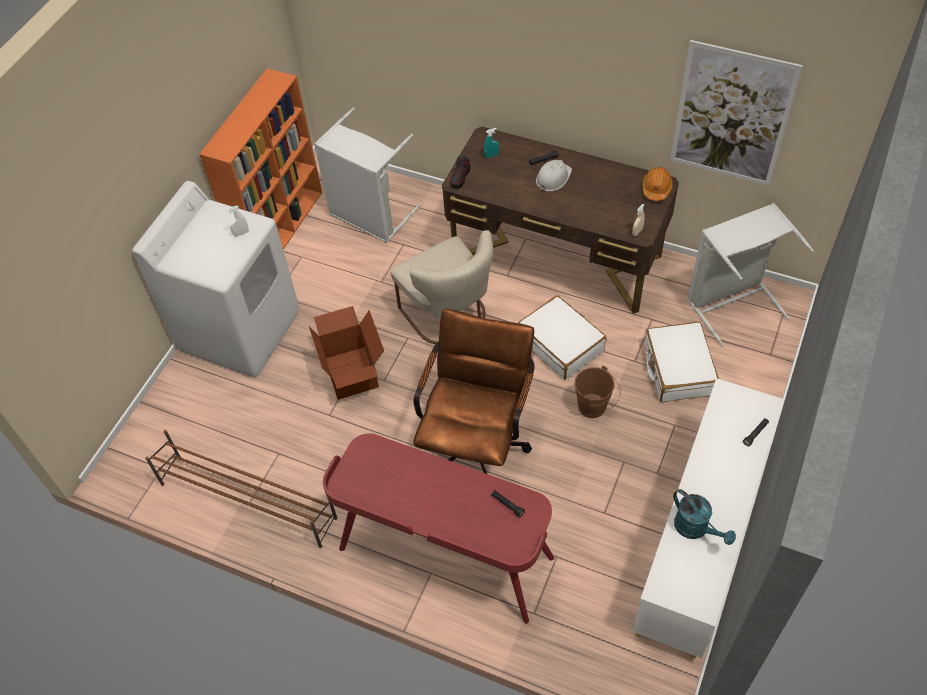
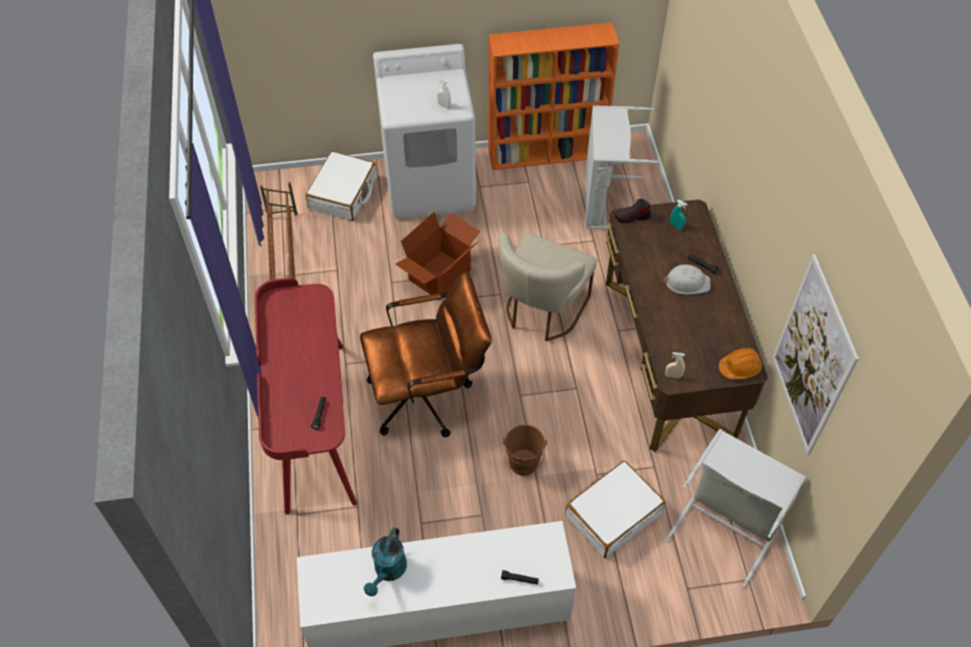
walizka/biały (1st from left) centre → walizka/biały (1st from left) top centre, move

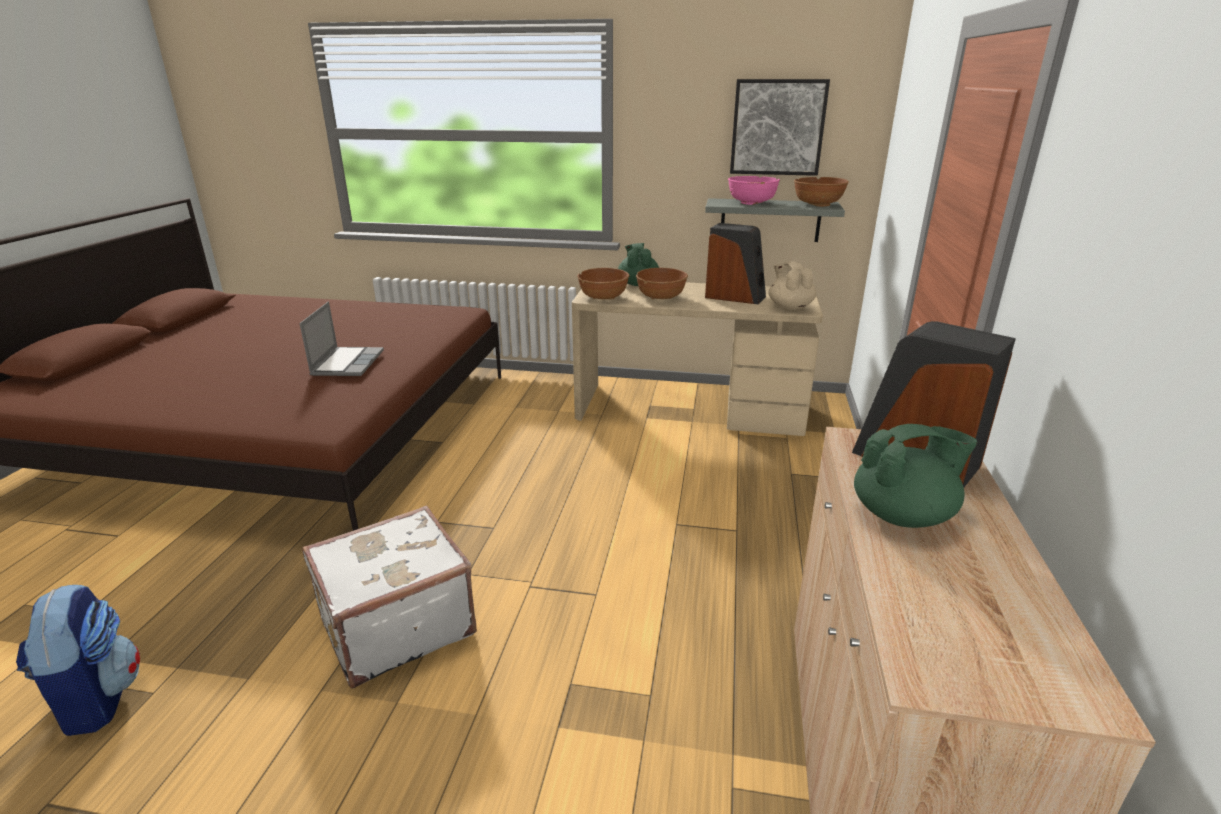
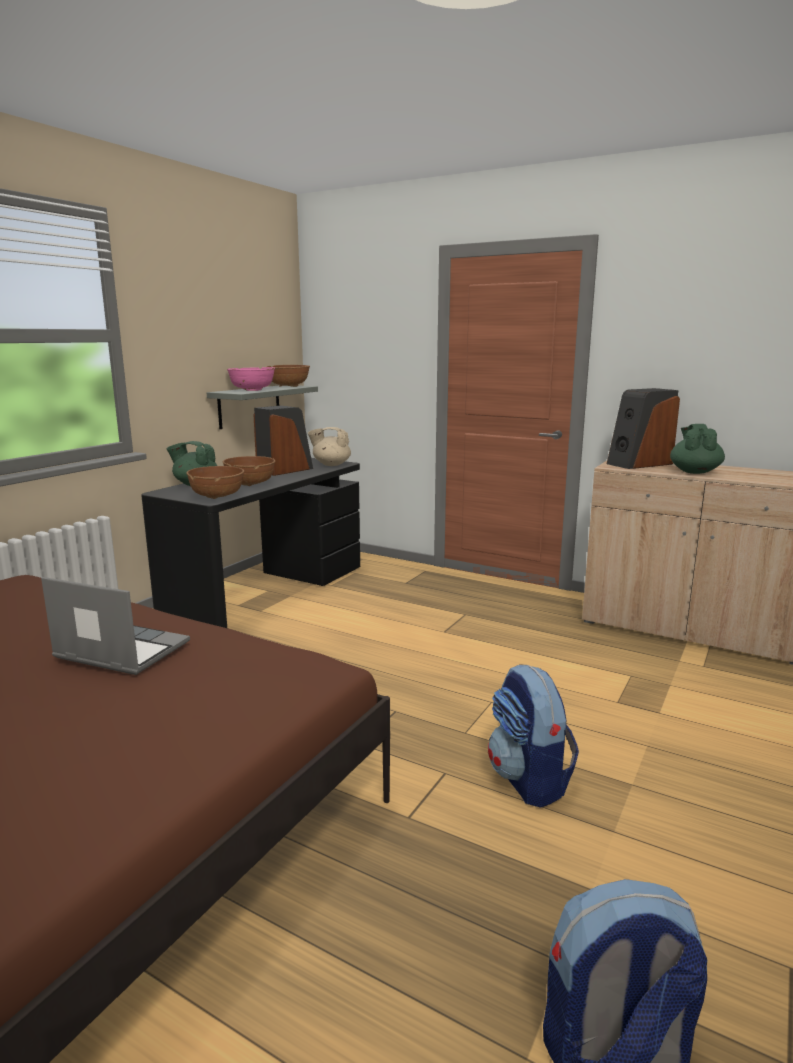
walizka/biały bottom left → plecak (1st from left) bottom right
biurko/beżowy centre → biurko/czarny middle left
obraz top centre → -

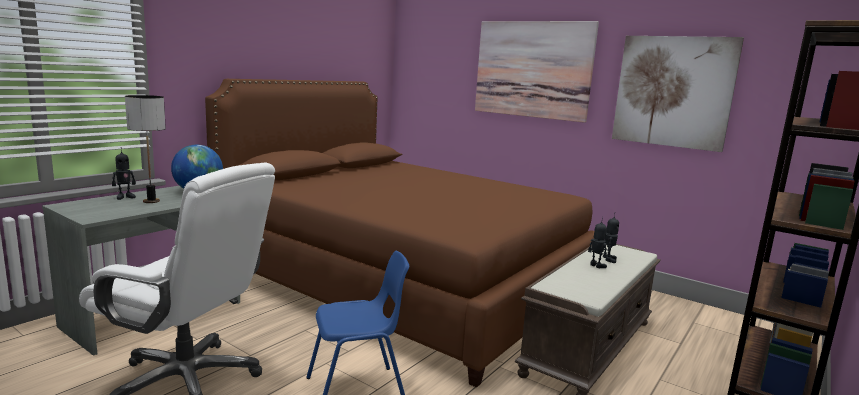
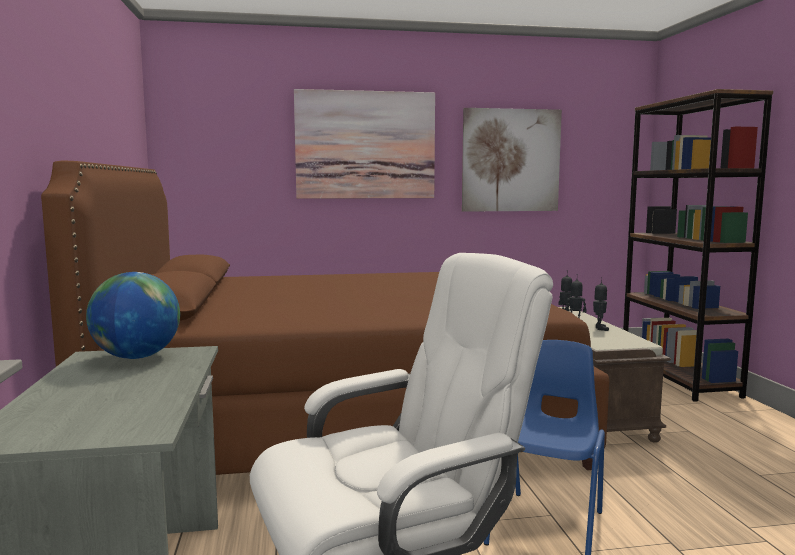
robot zabawkowy (1st from left in the first image) middle left → robot zabawkowy (3rd from left) middle right, move
lampa stołowa middle left → -

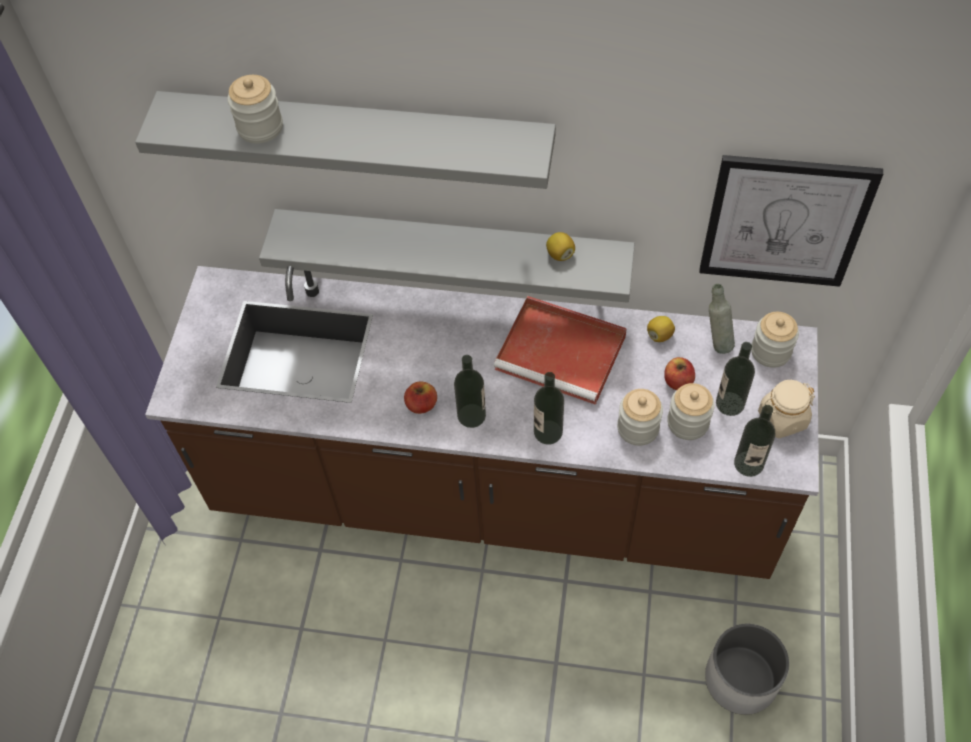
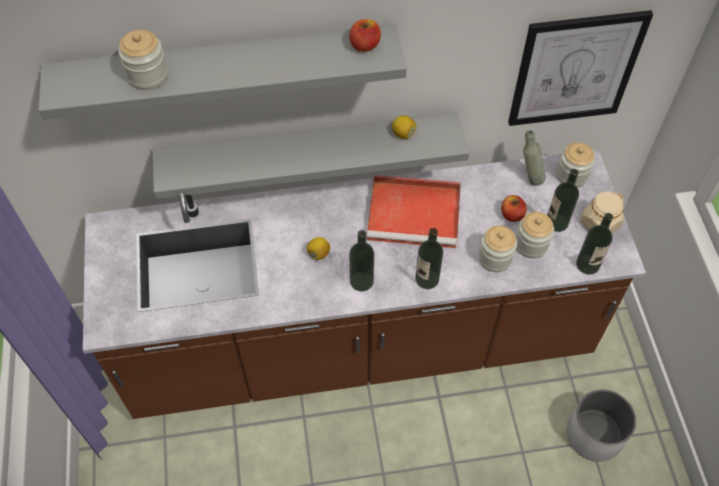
jabłko (1st from left) centre → jabłko (1st from left) top centre, move
cytryna (2nd from left in the first image) middle right → cytryna (1st from left) centre, move

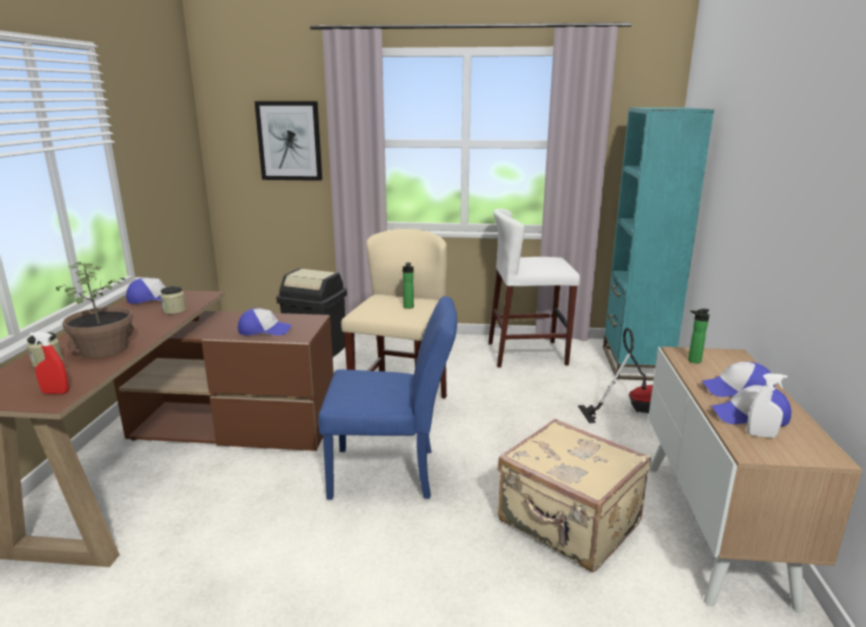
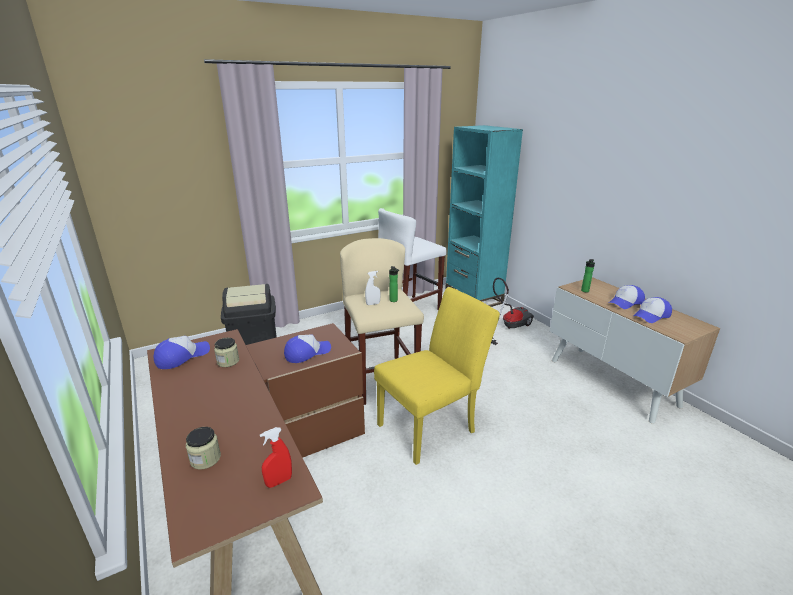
roślina doniczkowa middle left → -
obraz top left → -
krzesło/niebieski centre → krzesło/żółty centre
walizka/beżowy bottom centre → -
spryskiwacz/biały middle right → spryskiwacz/biały centre, move

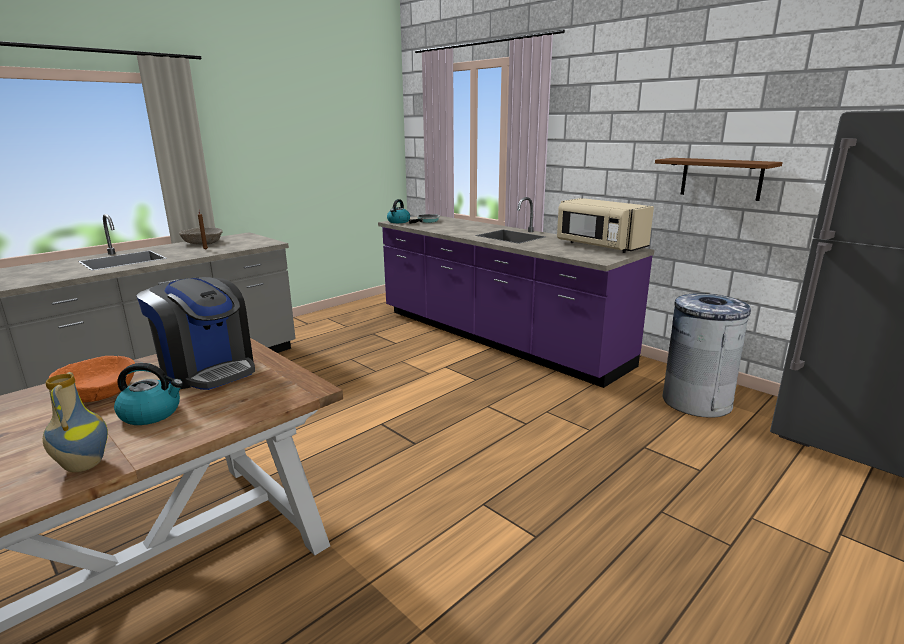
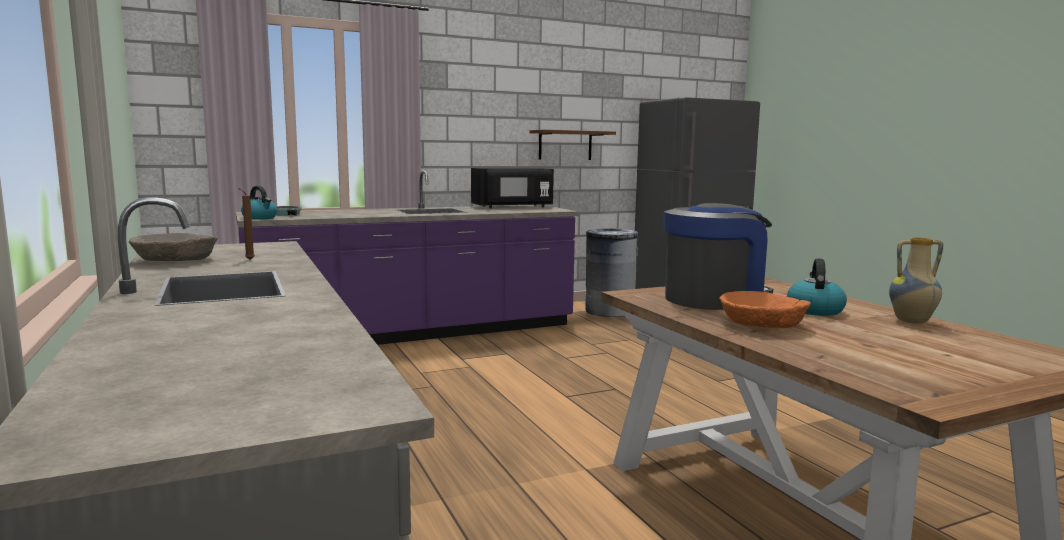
mikrofalówka/beżowy middle right → mikrofalówka/czarny centre

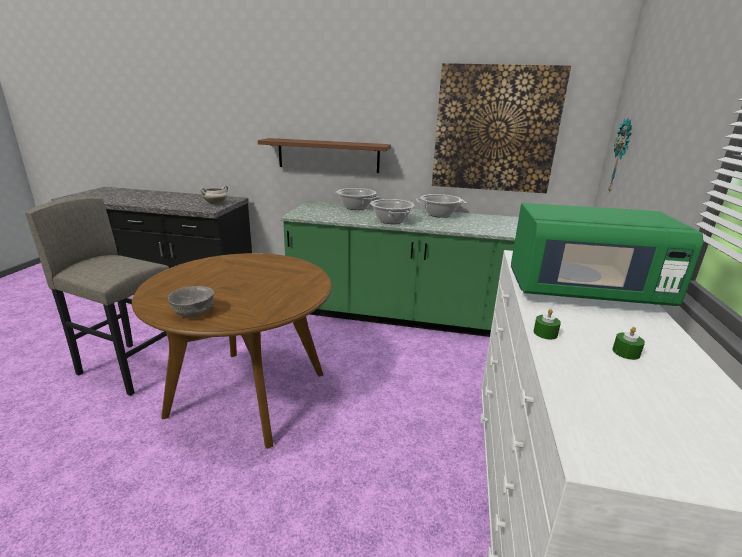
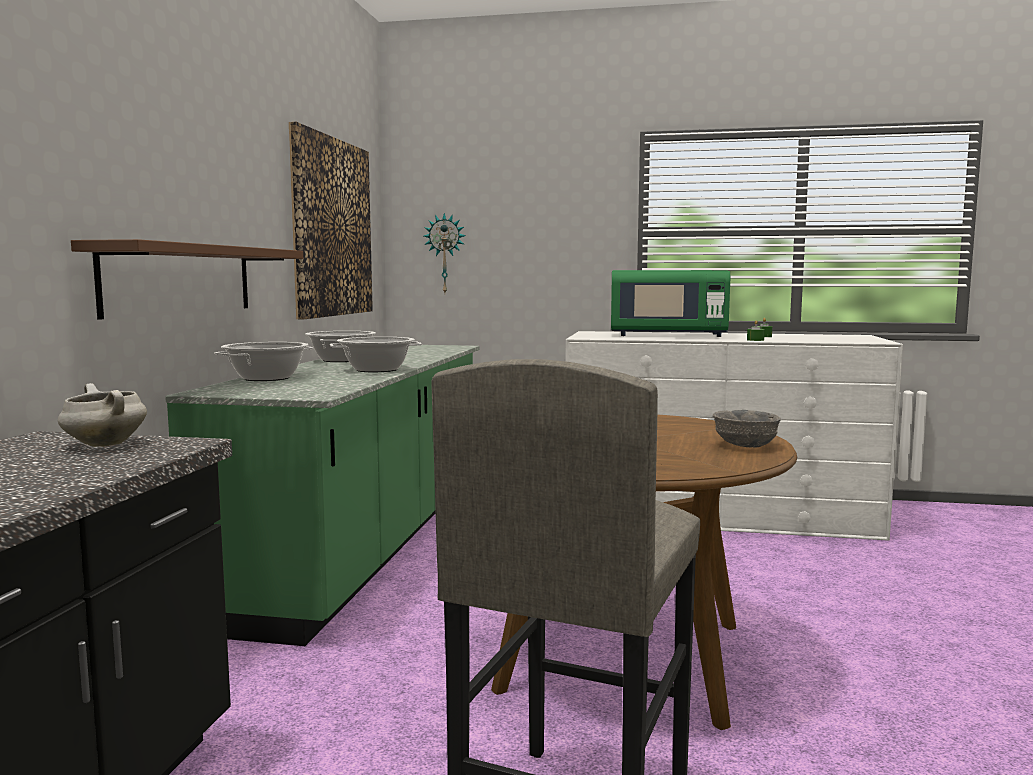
mikrofalówka/zielony middle right → mikrofalówka/zielony centre, 90 degrees clockwise

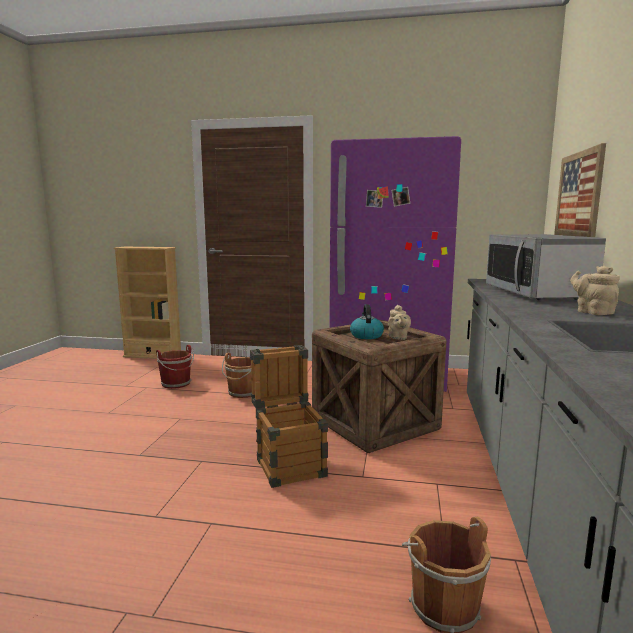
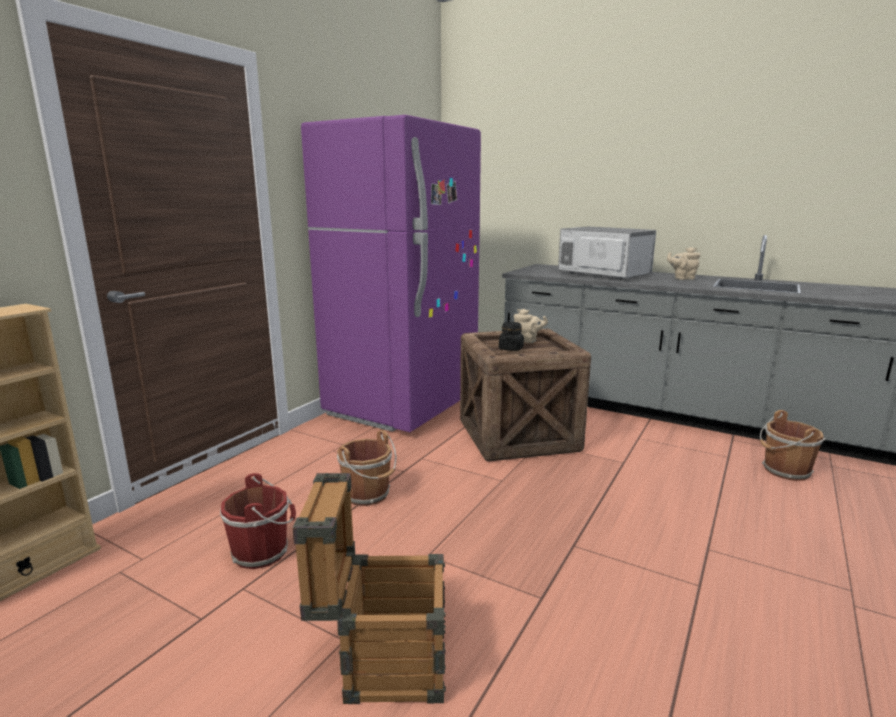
skrzynka (1st from left) centre → skrzynka (1st from left) bottom centre, move
czajnik centre → słoik/czarny centre
mikrofalówka middle right, 150 degrees counterclockwise
obraz top right → -

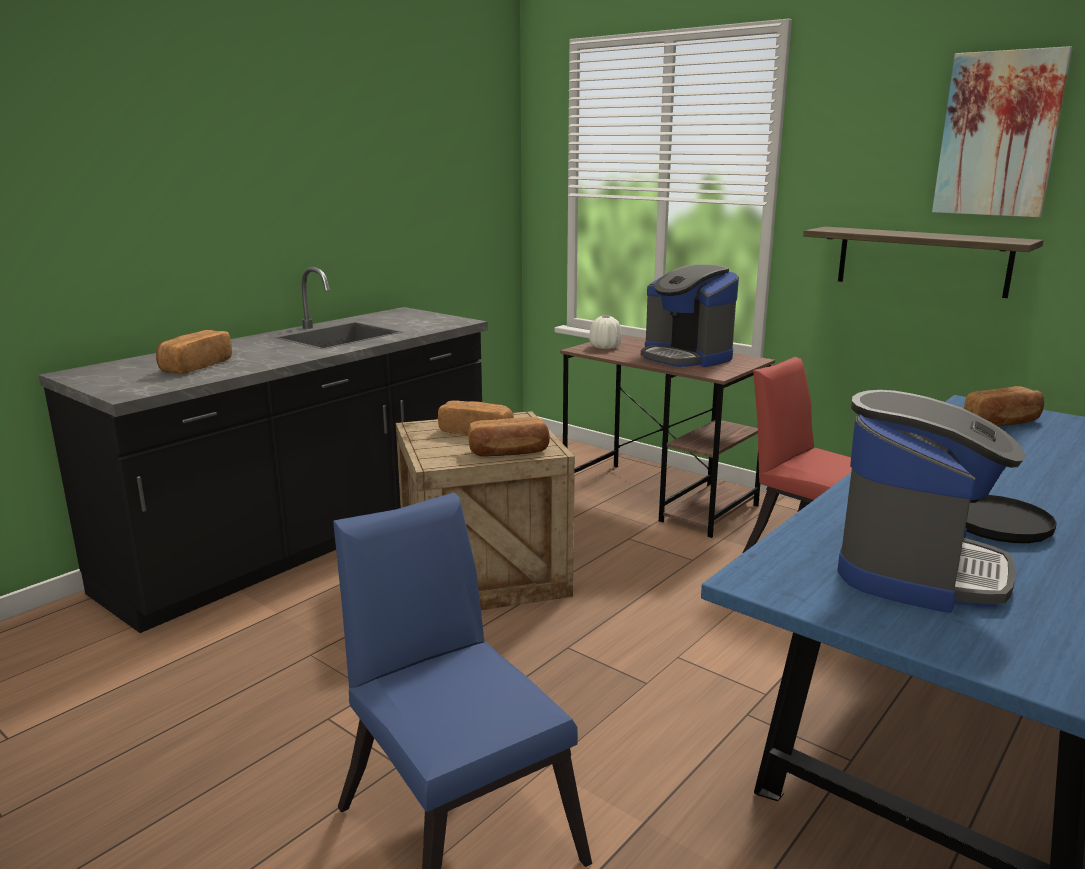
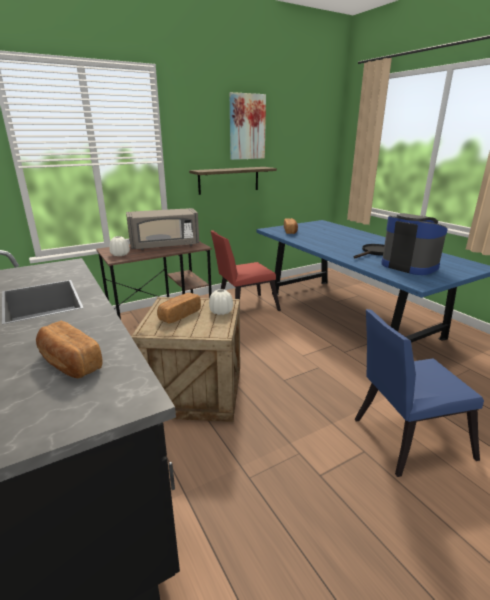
chleb (3rd from left) centre → wazon/biały (2nd from left) centre
ekspres do kawy (1st from left) centre → mikrofalówka/szary middle left

